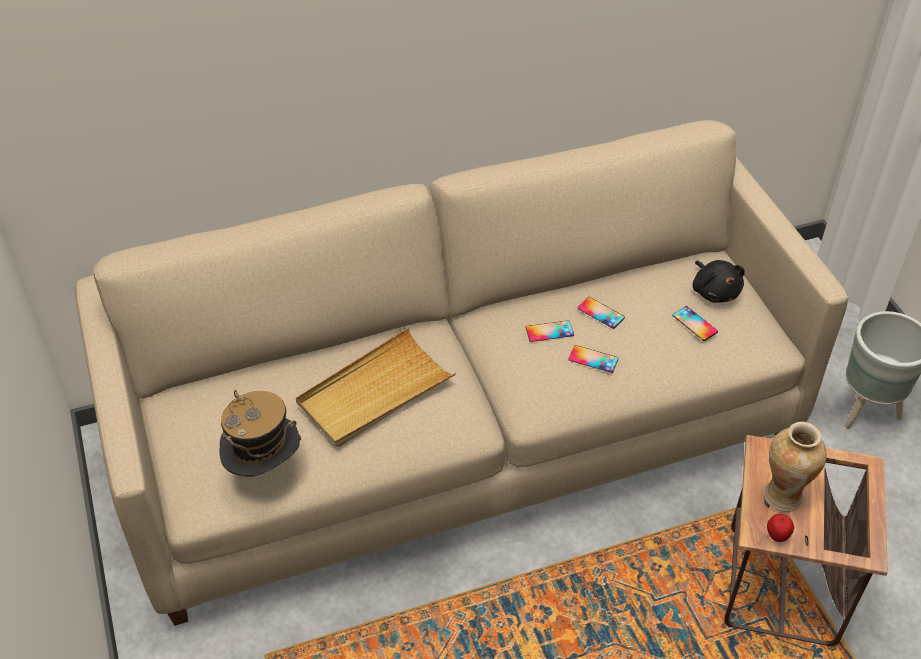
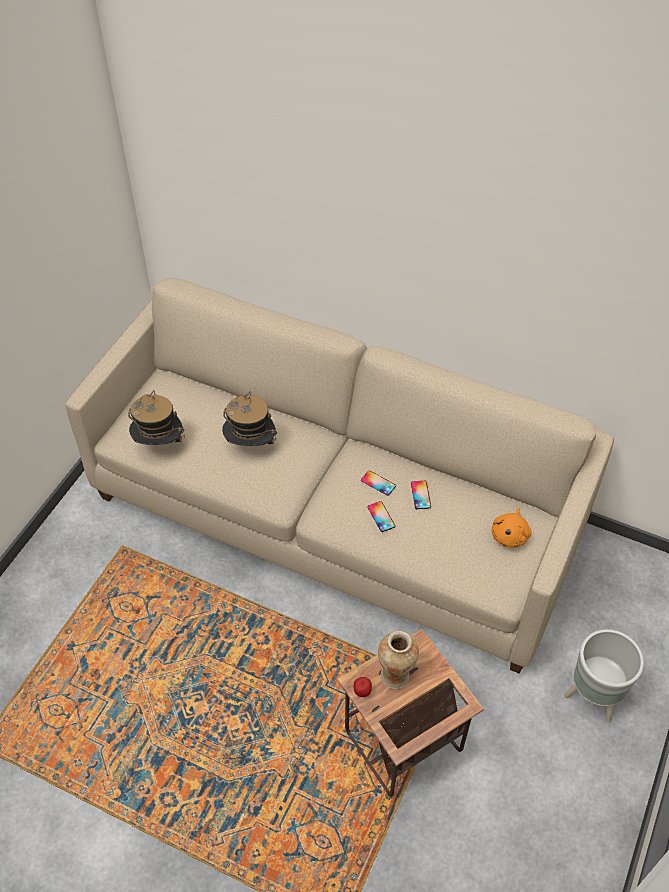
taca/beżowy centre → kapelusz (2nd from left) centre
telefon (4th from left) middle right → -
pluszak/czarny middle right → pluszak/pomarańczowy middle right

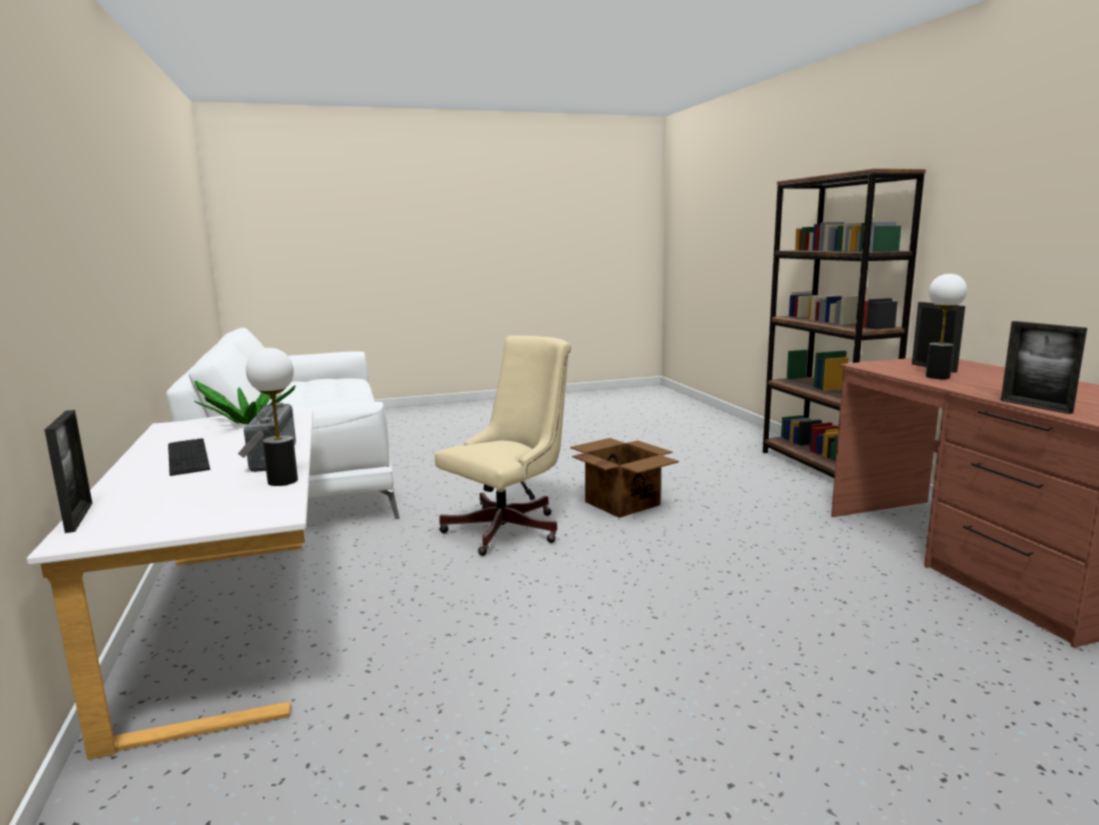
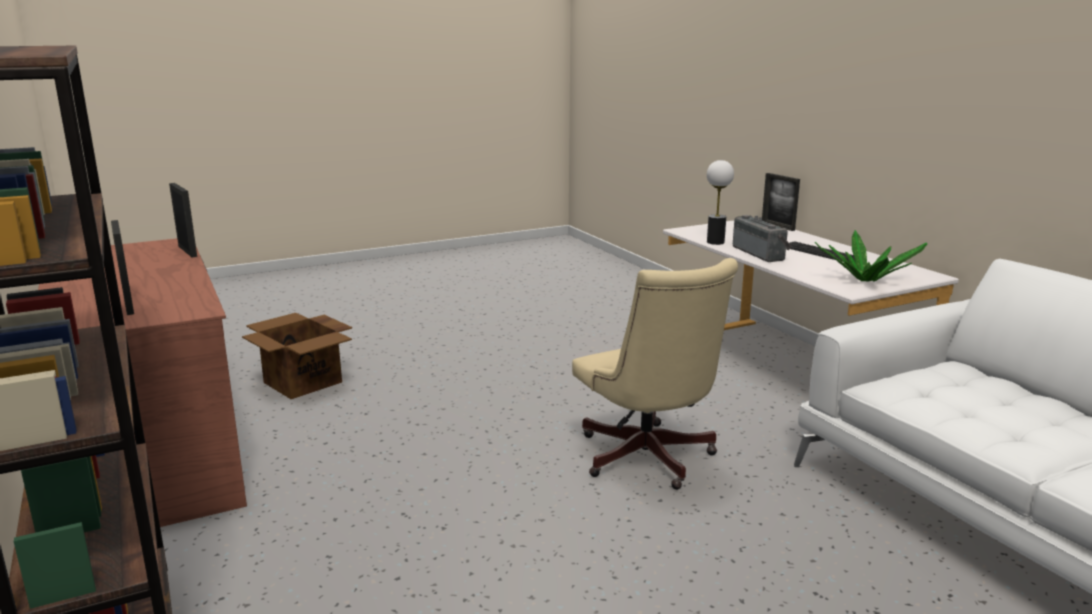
krzesło biurowe/beżowy centre, 60 degrees counterclockwise
karton centre → karton middle left, move
lampa stołowa (2nd from left) middle right → -

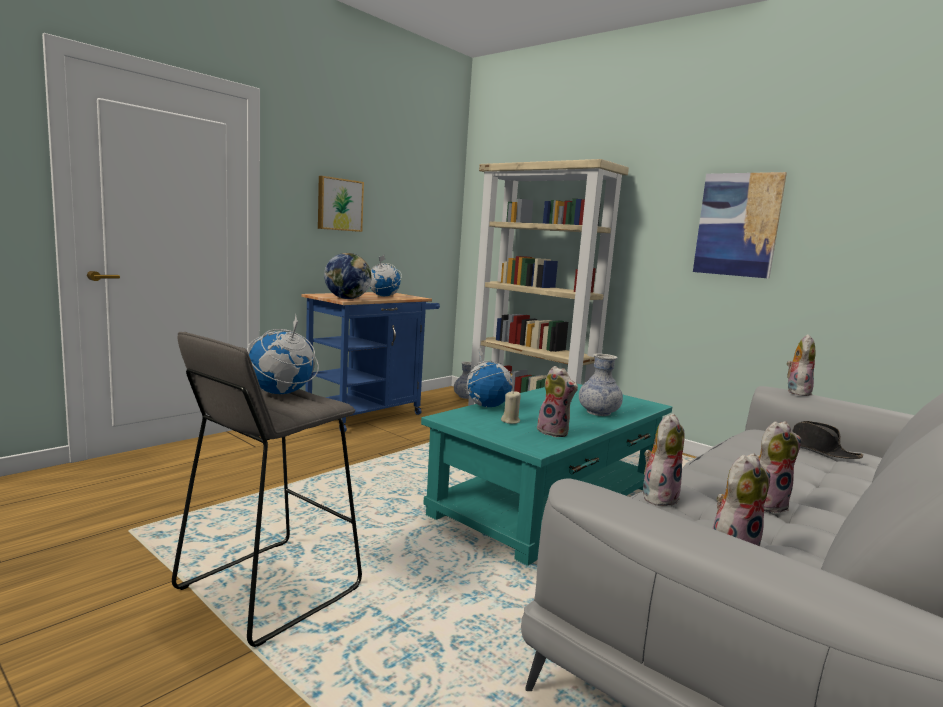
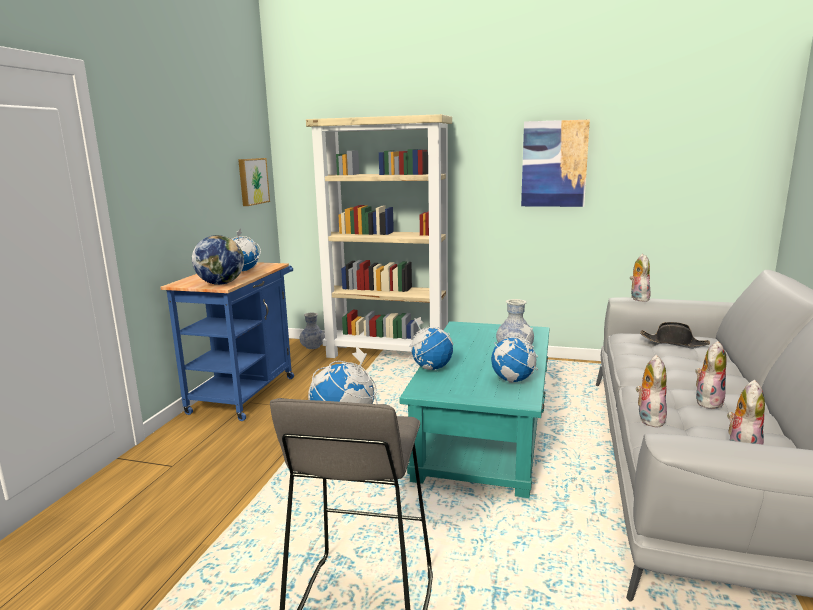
obraz (1st from left) top centre → obraz (1st from left) top left, move
świeca/beżowy centre → -
pluszak (1st from left) centre → globus (5th from left) centre

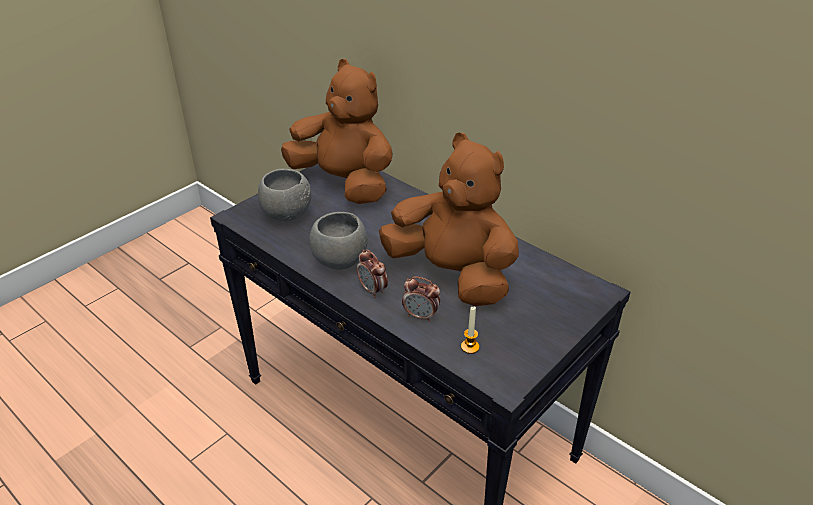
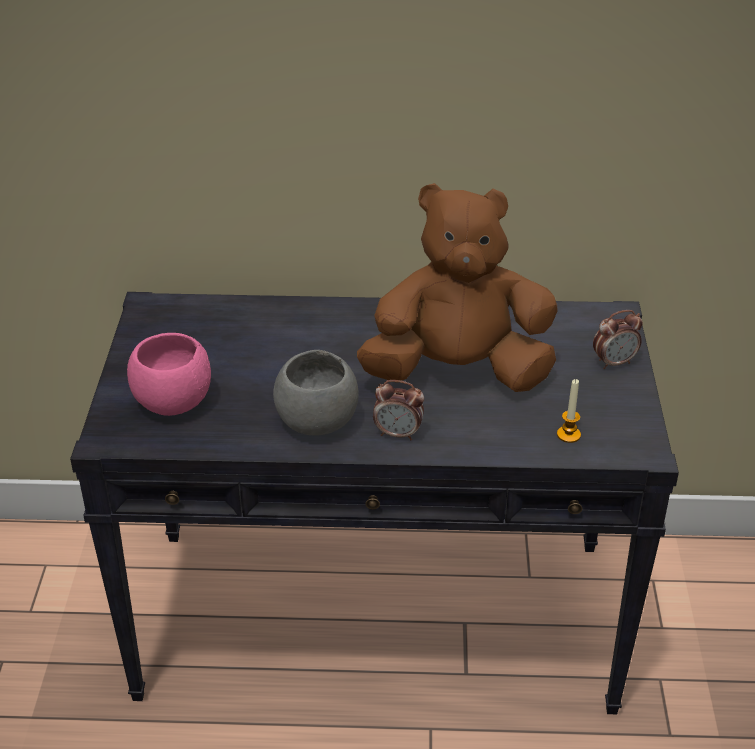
miska/szary (1st from left) centre → miska/różowy middle left
pluszak/brązowy (1st from left) top centre → -
budzik (2nd from left) centre → budzik (2nd from left) middle right, move

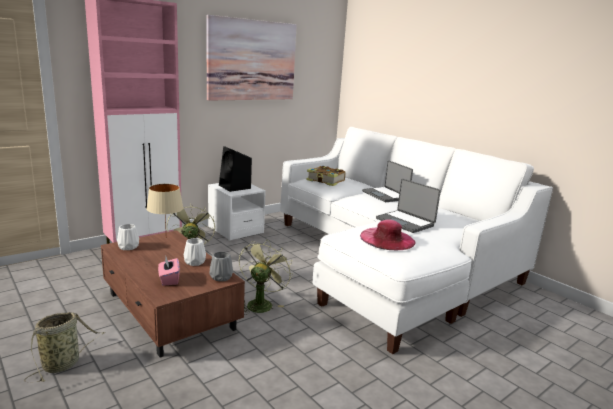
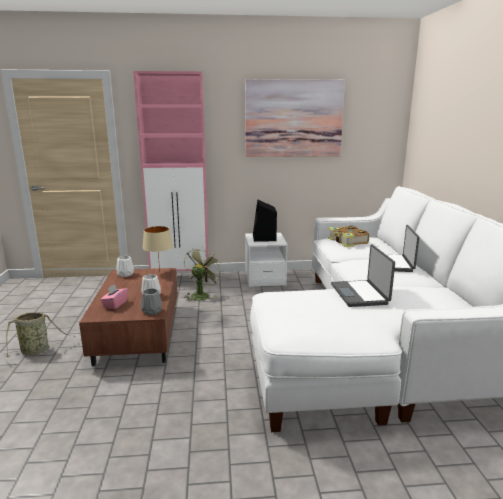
wentylator/zielony (2nd from left) bottom centre → -
kapelusz/różowy centre → -

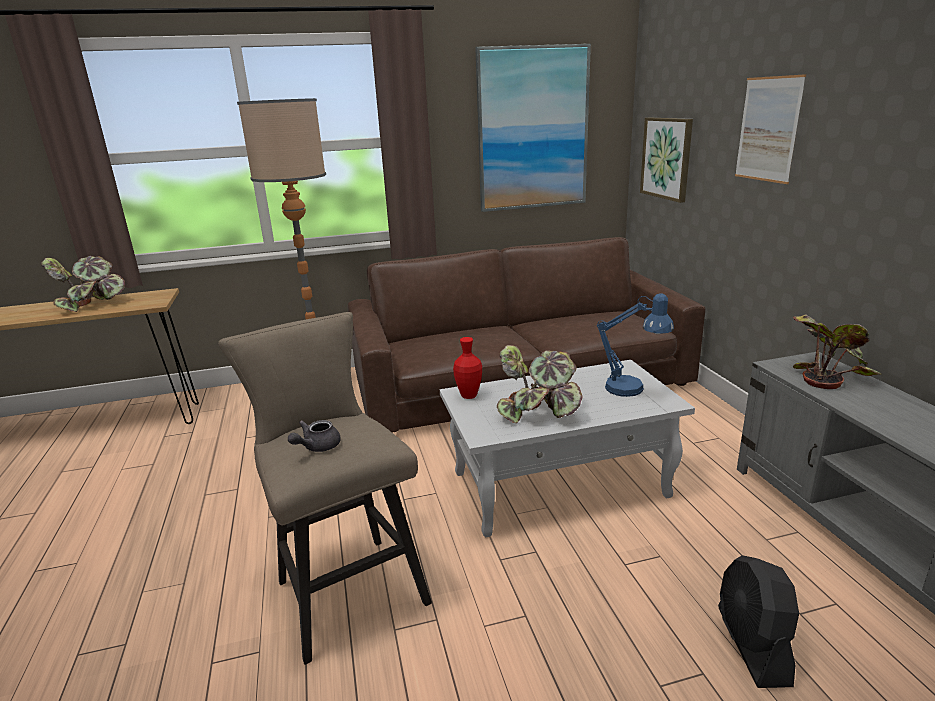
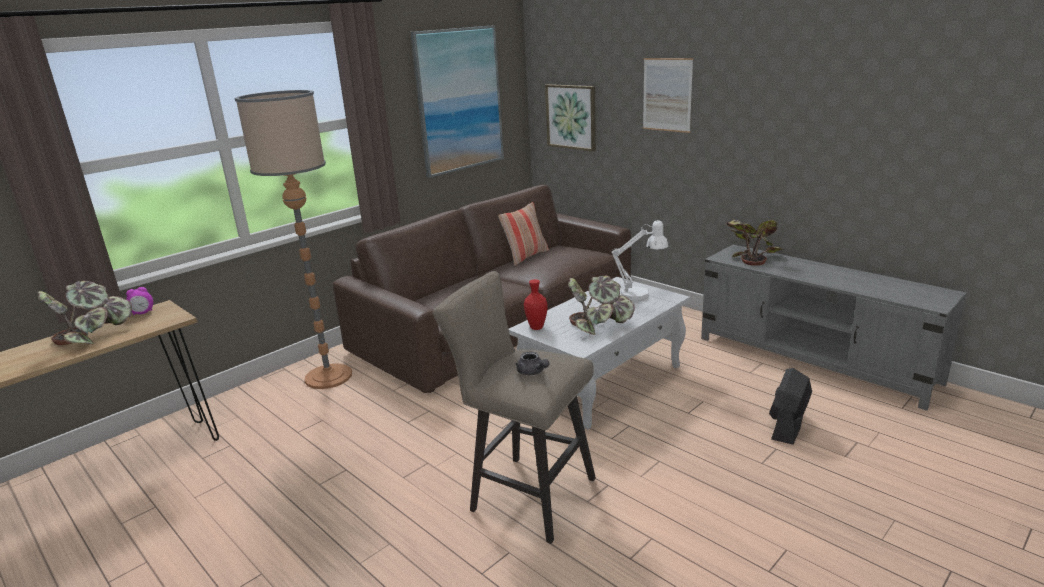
imbryk/szary centre, 45 degrees counterclockwise
lampa stołowa/niebieski middle right → lampa stołowa/biały centre
wentylator/czarny bottom right, 60 degrees clockwise
- → budzik middle left
- → poduszka centre

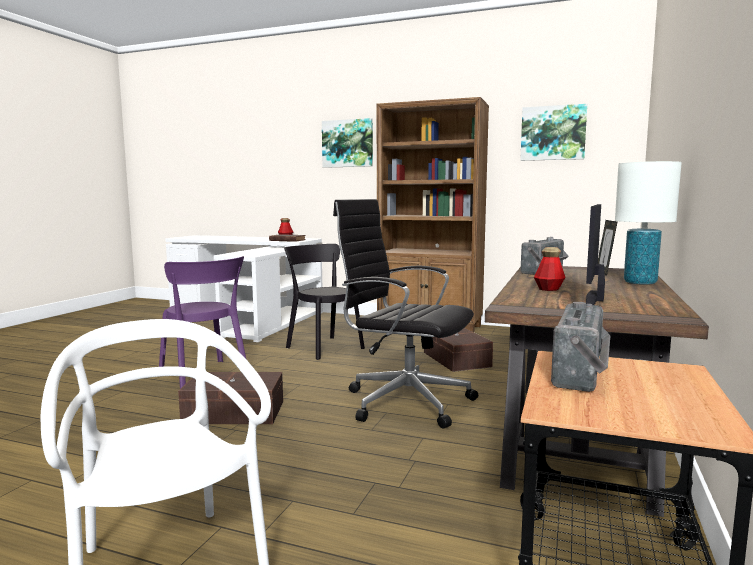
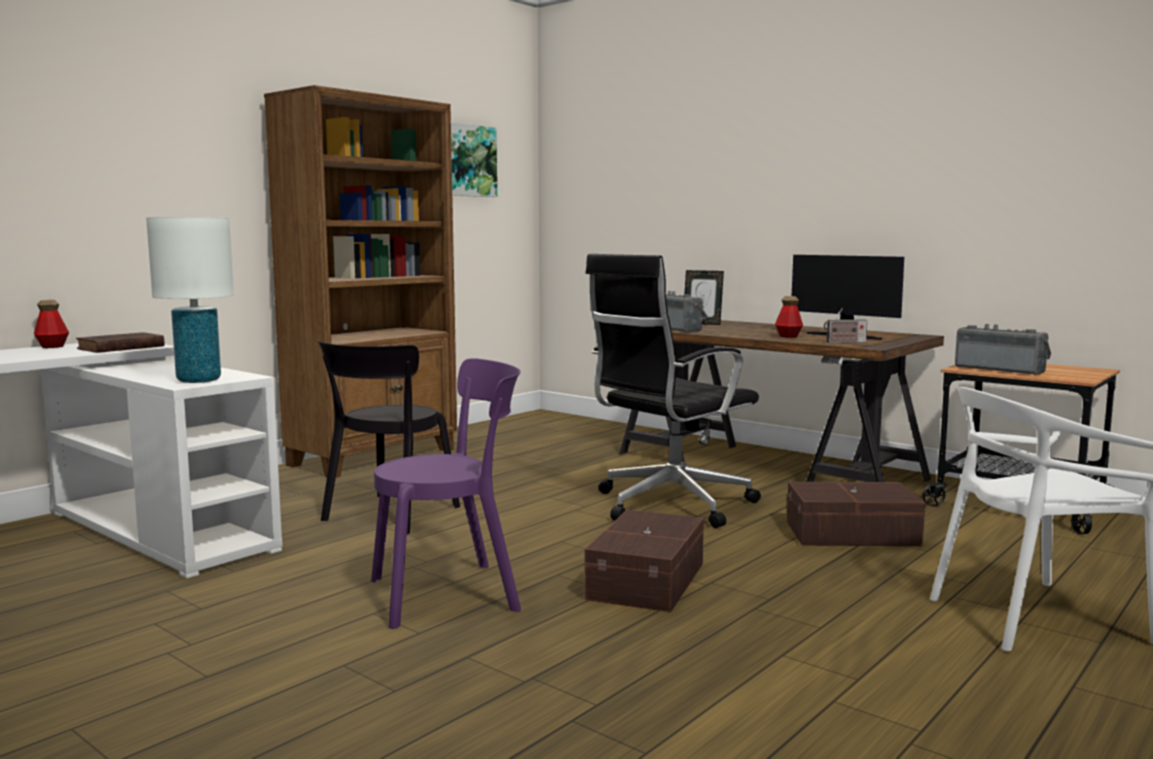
krzesło/czarny centre, 45 degrees counterclockwise
obraz (1st from left) top centre → -
pojemnik do przechowywania/brązowy (2nd from left) centre → pojemnik do przechowywania/brązowy (2nd from left) bottom right, move
lampa stołowa/biały middle right → lampa stołowa/biały middle left, move
- → radio (2nd from left) middle right

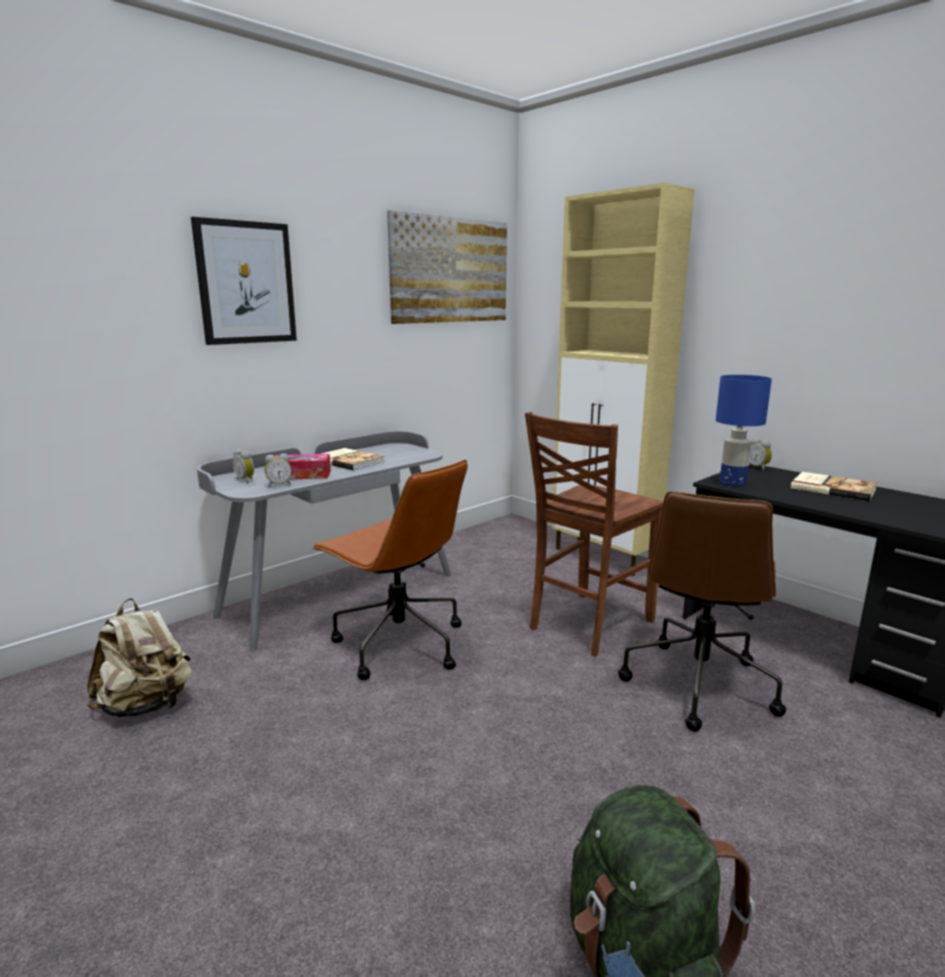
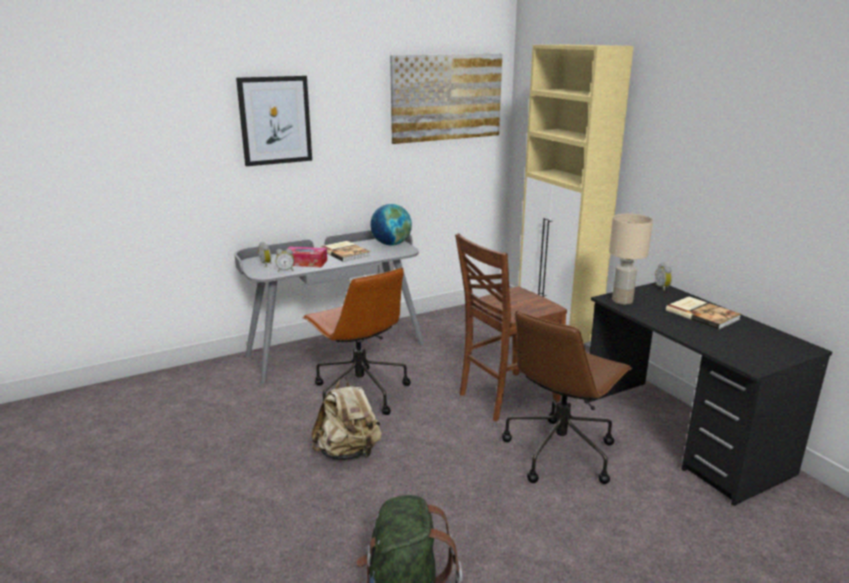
plecak/beżowy bottom left → plecak/beżowy bottom centre, move
lampa stołowa/niebieski middle right → lampa stołowa/beżowy middle right
- → globus centre

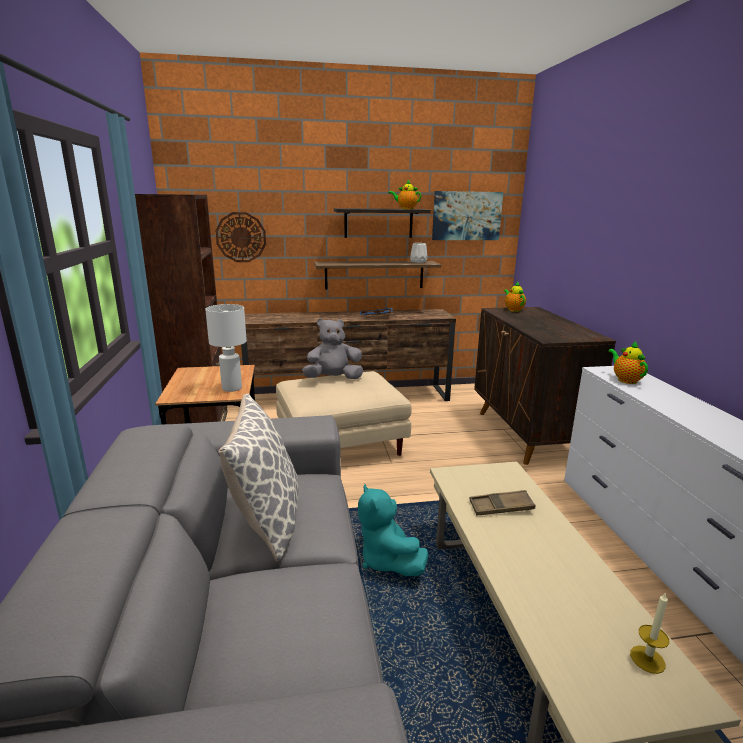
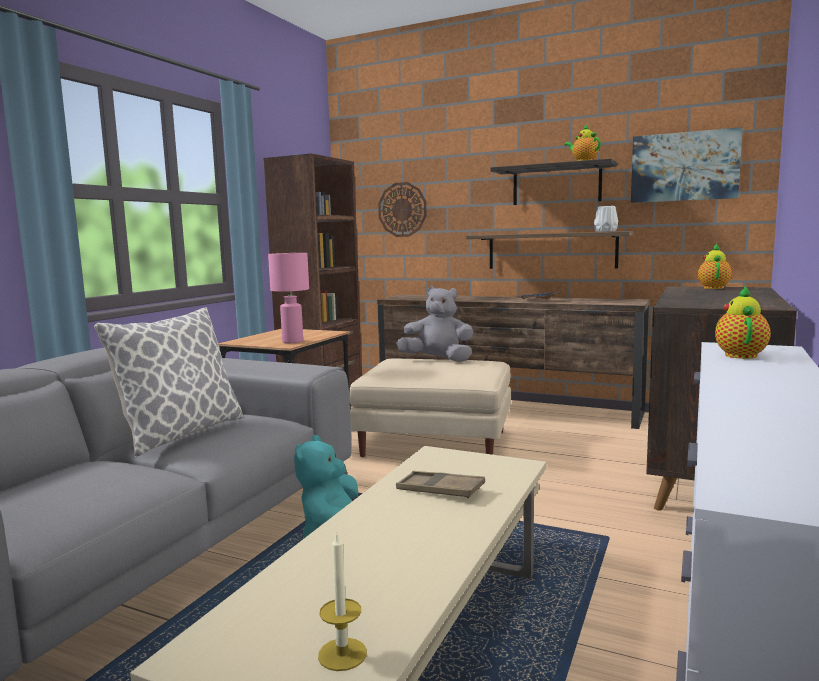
lampa stołowa/biały middle left → lampa stołowa/różowy centre

